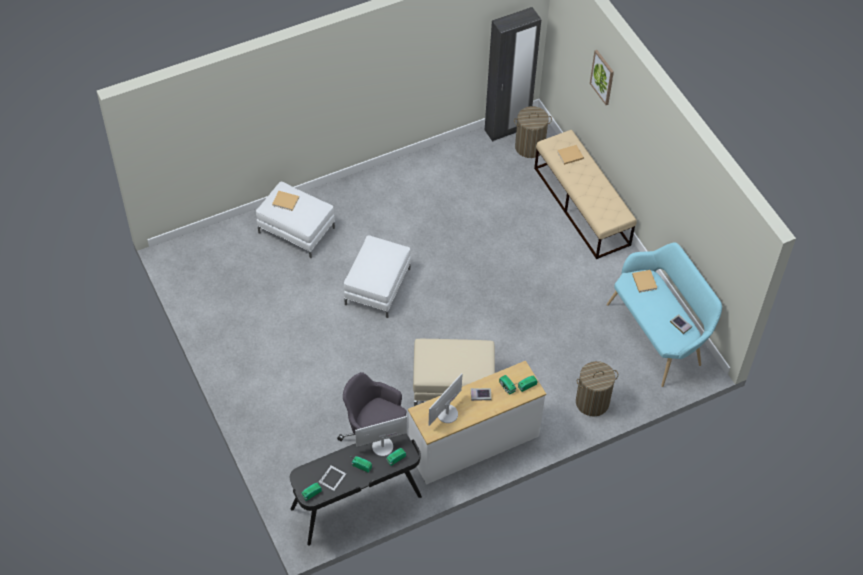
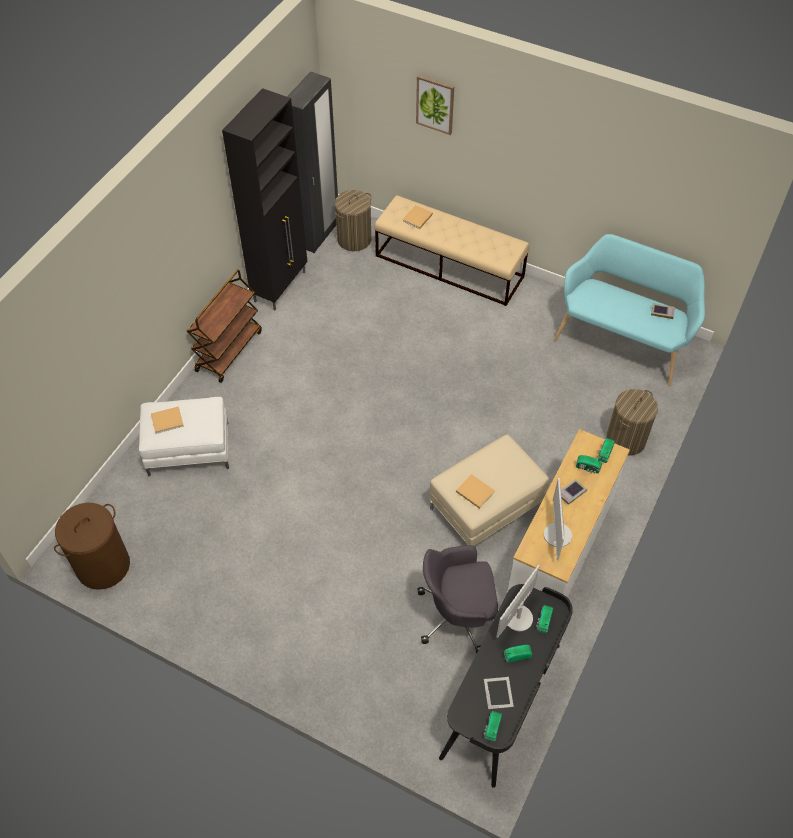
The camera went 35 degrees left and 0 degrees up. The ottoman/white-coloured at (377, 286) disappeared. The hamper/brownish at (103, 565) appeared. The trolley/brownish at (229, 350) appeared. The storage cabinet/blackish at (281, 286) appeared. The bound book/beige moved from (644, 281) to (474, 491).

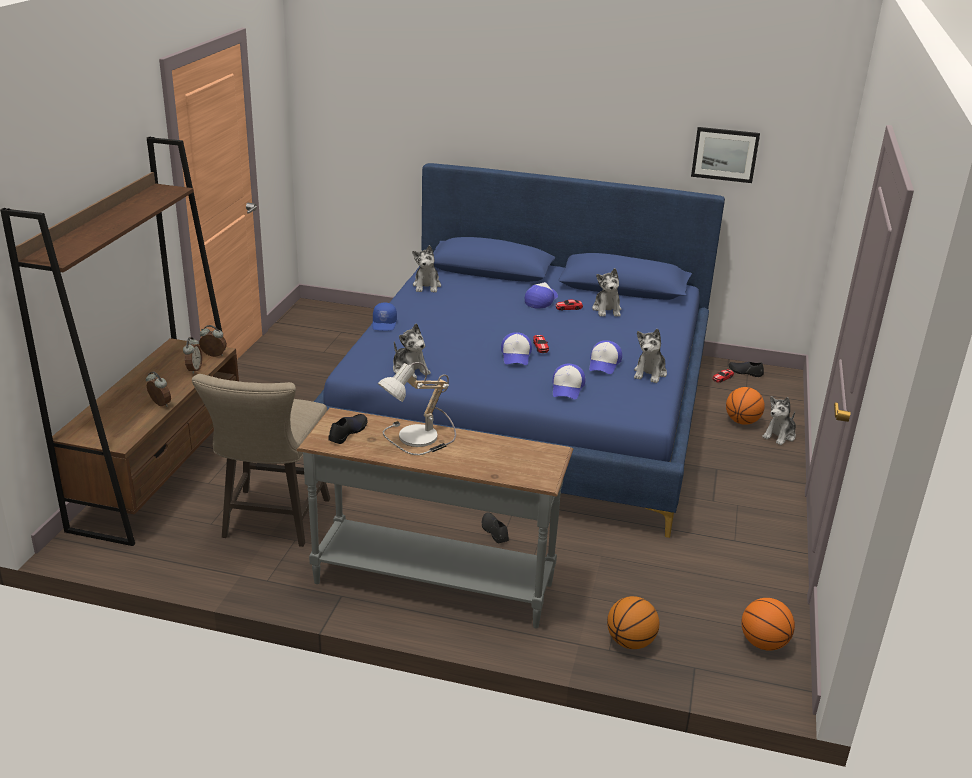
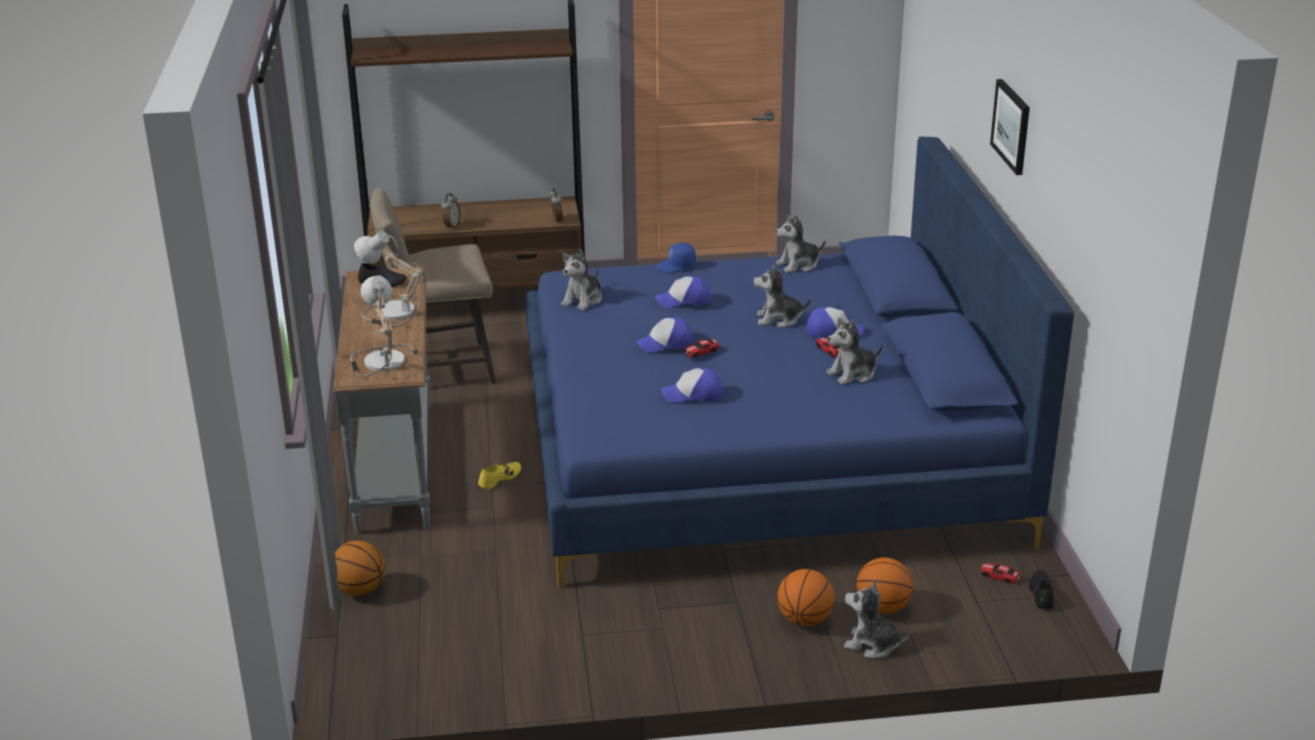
The camera went 70 degrees right and 0 degrees up. The table clock at (194, 369) disappeared. The tabletop lamp at (380, 360) appeared. The cap moved from (567, 388) to (683, 300). The cuddly toy moved from (650, 373) to (779, 319). The wall art moved from (725, 154) to (1012, 126). The ball for basketball moved from (763, 643) to (804, 620). The low shoe/blackish at (494, 531) became the low shoe/yellow at (499, 478).

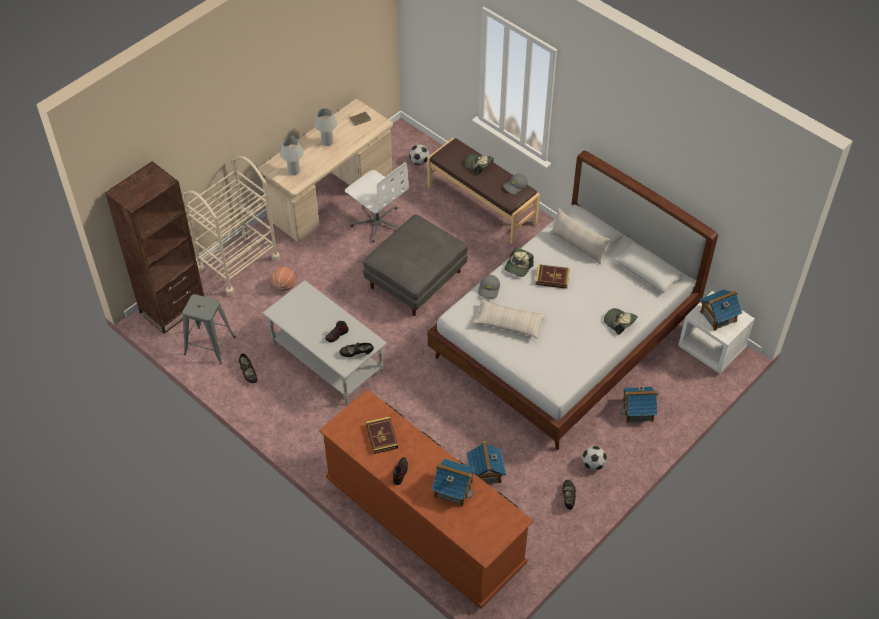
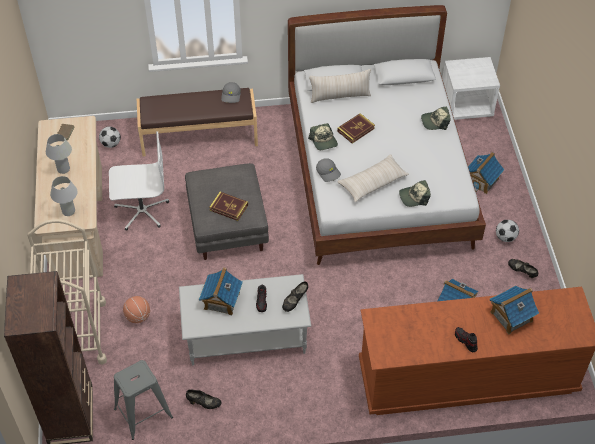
The camera went 50 degrees left and 0 degrees up. The bound book moved from (381, 436) to (228, 207). The cap moved from (478, 165) to (414, 197). The model house moved from (717, 316) to (221, 301).

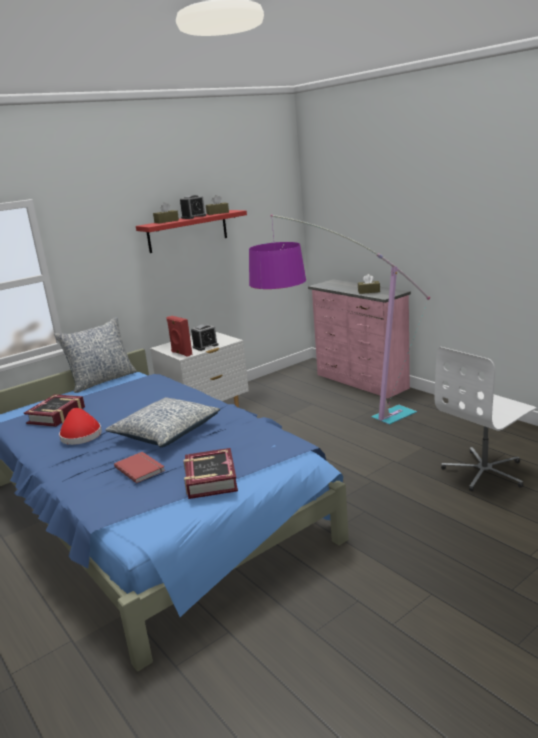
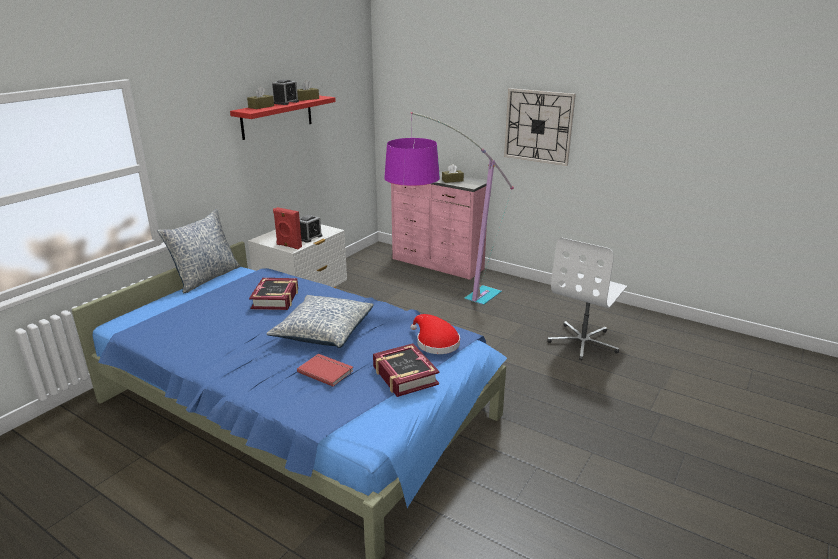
The camera went 20 degrees left and 5 degrees up. The wall clock at (538, 126) appeared. The bound book moved from (57, 415) to (276, 299). The clothing hat/red moved from (80, 435) to (435, 342).

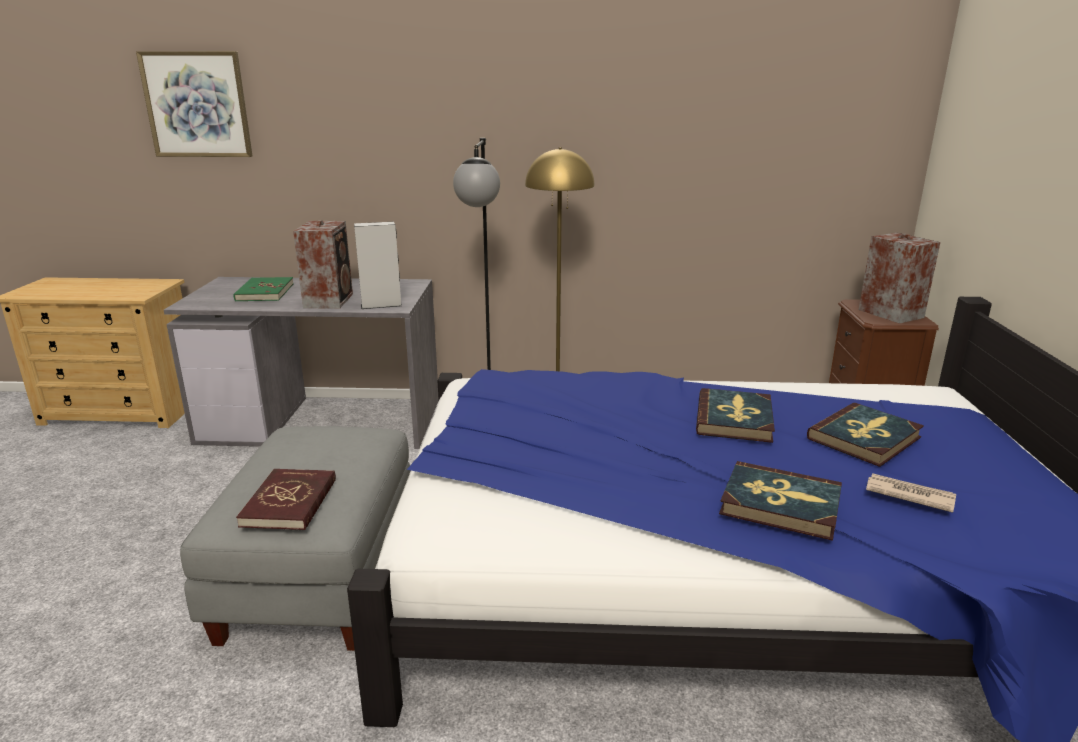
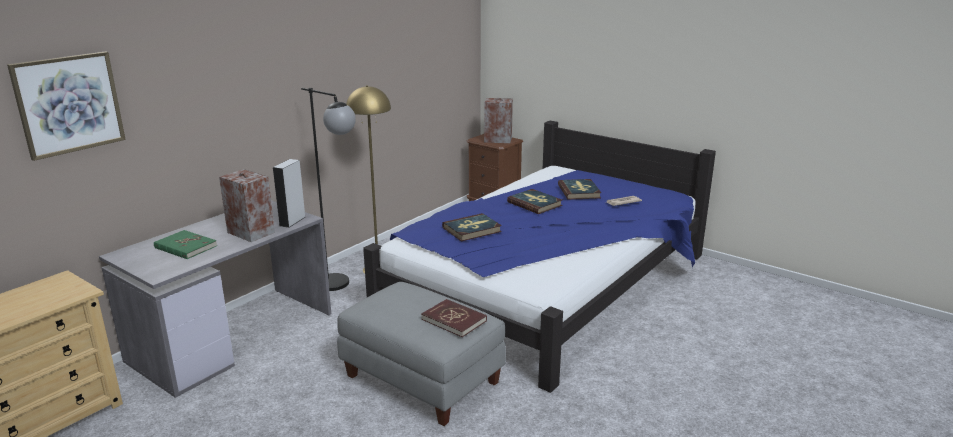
The camera went 55 degrees left and 0 degrees up. The bound book moved from (780, 504) to (472, 230).

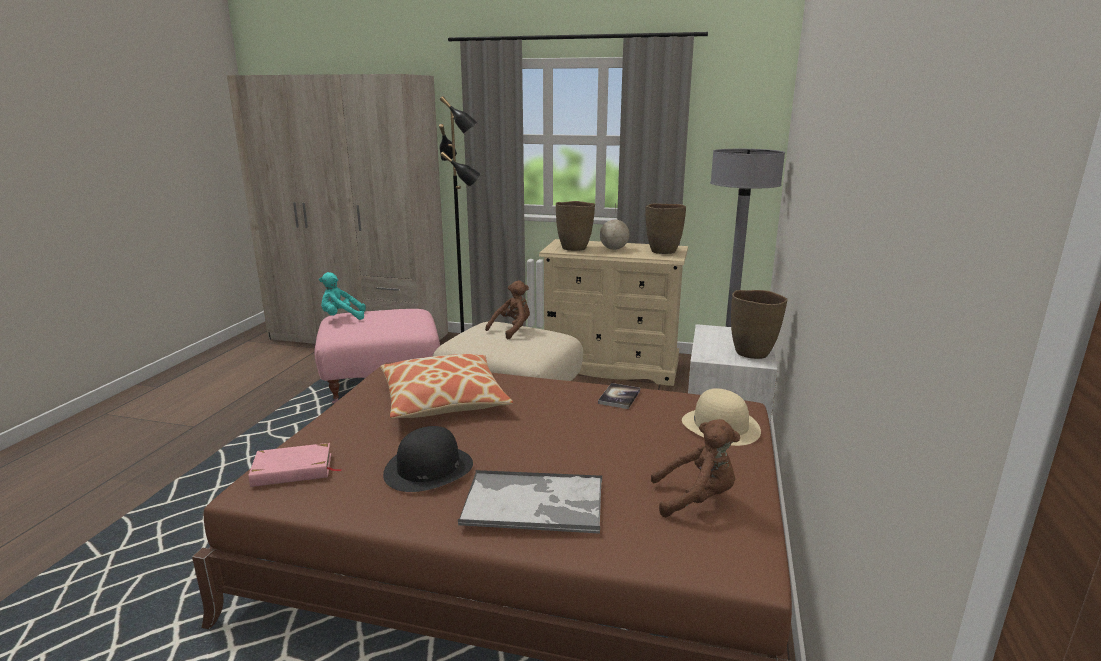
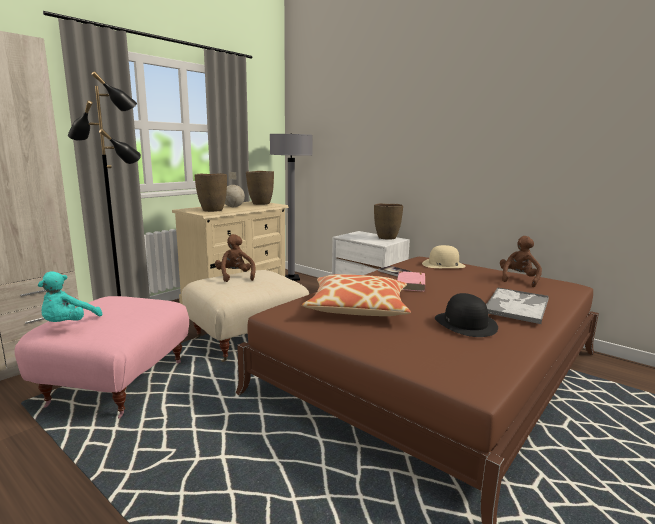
The camera went 65 degrees left and 5 degrees down. The bound book/pink-coloured moved from (293, 470) to (411, 284).

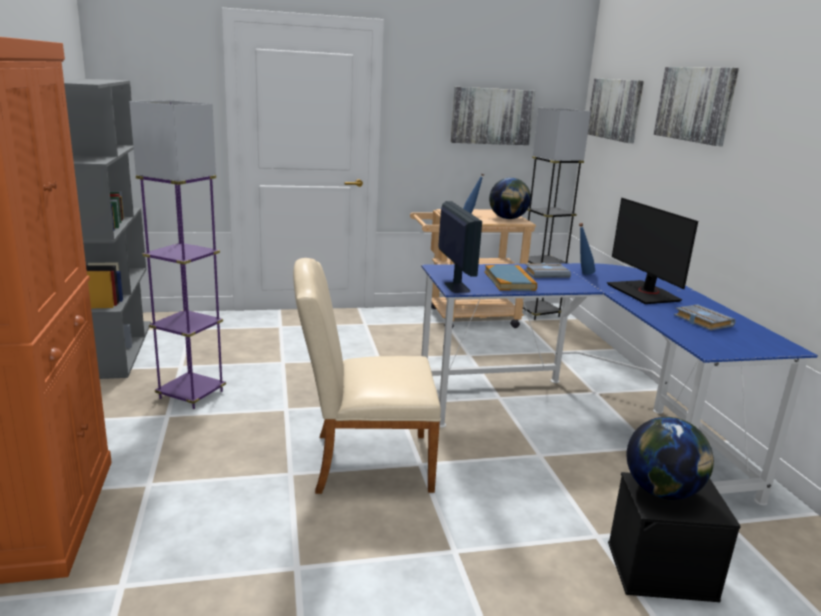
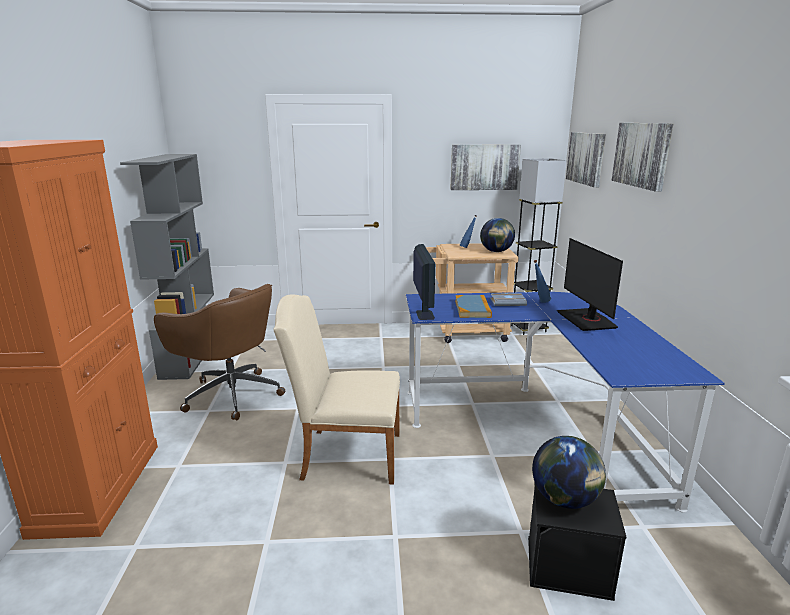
The camera went 10 degrees right and 0 degrees up. The bound book/gray at (701, 321) disappeared. The standing lamp/purple-coloured at (191, 395) was replaced by the desk chair/brownish at (231, 394).

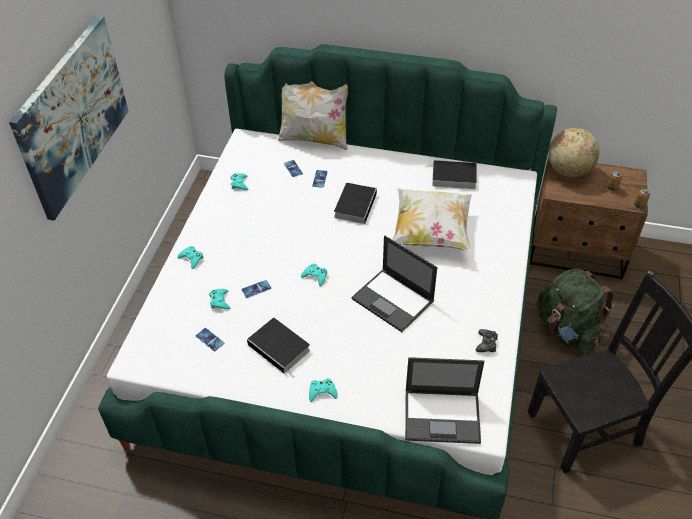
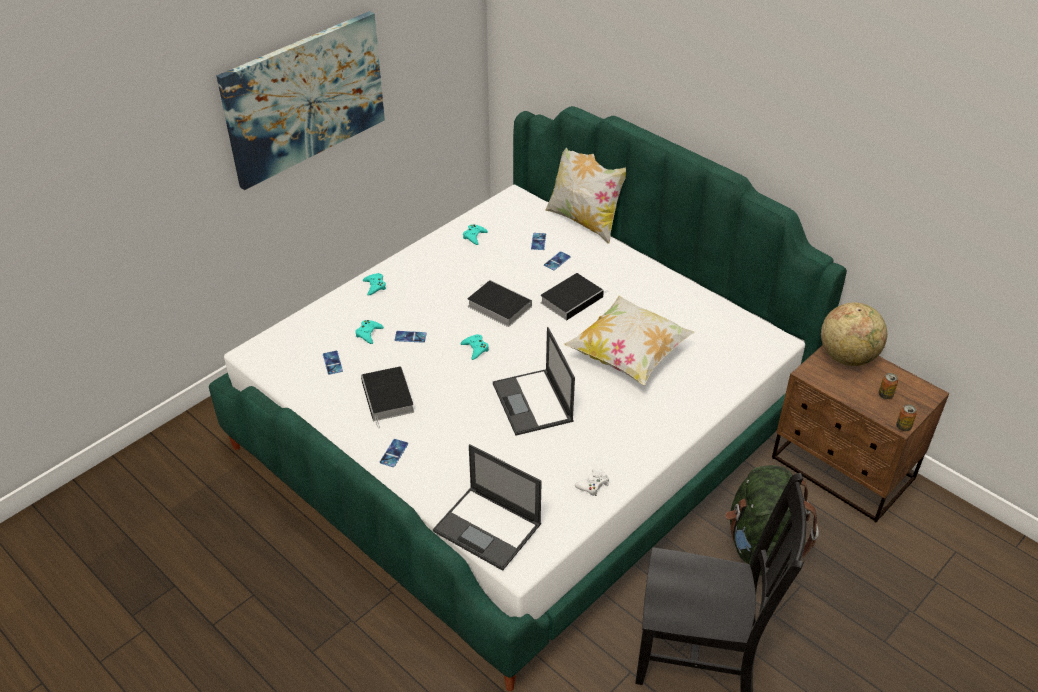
The camera went 30 degrees right and 5 degrees down. The bound book moved from (452, 177) to (497, 306). The gamepad/blue-green at (322, 392) was replaced by the telephone at (394, 453). The gamepad/blackish at (486, 344) became the gamepad/white-coloured at (593, 485).

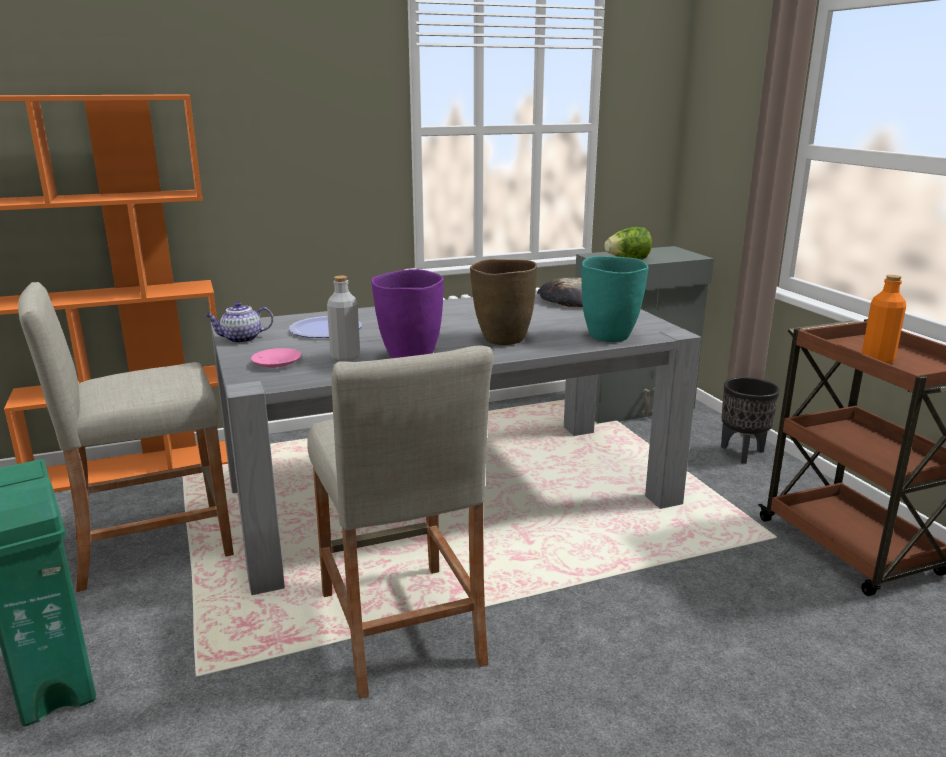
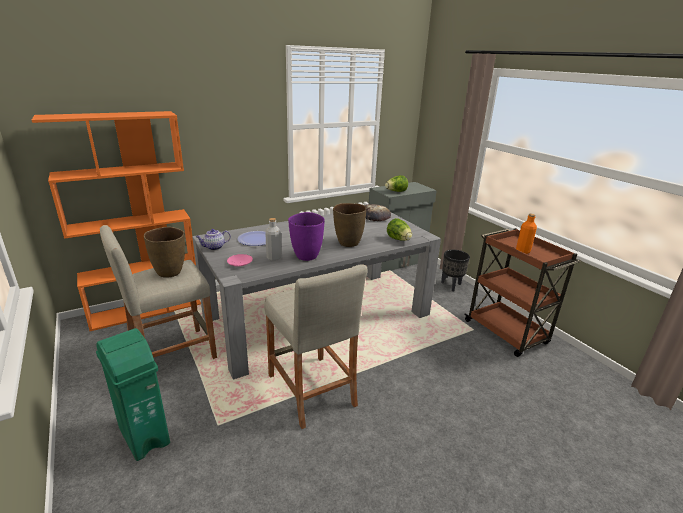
The camera went 10 degrees left and 5 degrees up. The flower vase/brownish at (170, 272) appeared. The flower vase/blue-green at (610, 336) was replaced by the head of lettuce at (399, 240).

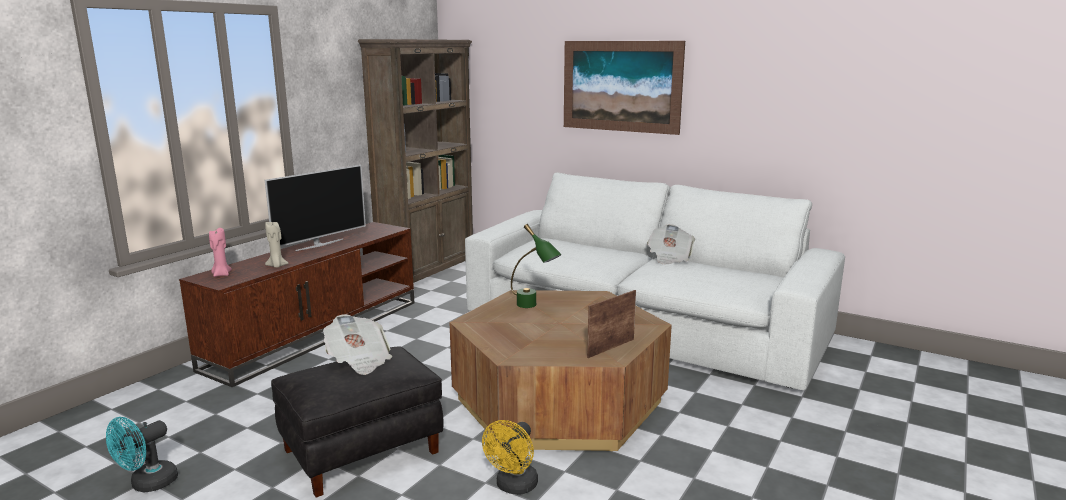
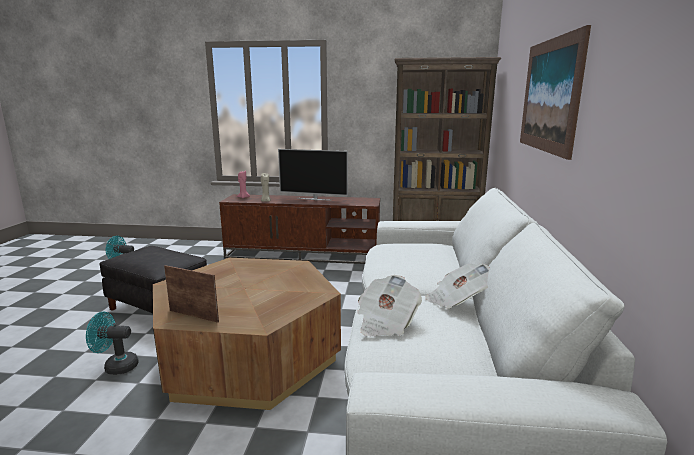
The camera went 65 degrees right and 0 degrees up. The tabletop lamp/greenish at (533, 307) disappeared. The printed paper moved from (359, 360) to (386, 322). The cooling fan/yellow at (514, 487) became the cooling fan/blue-green at (116, 366).

